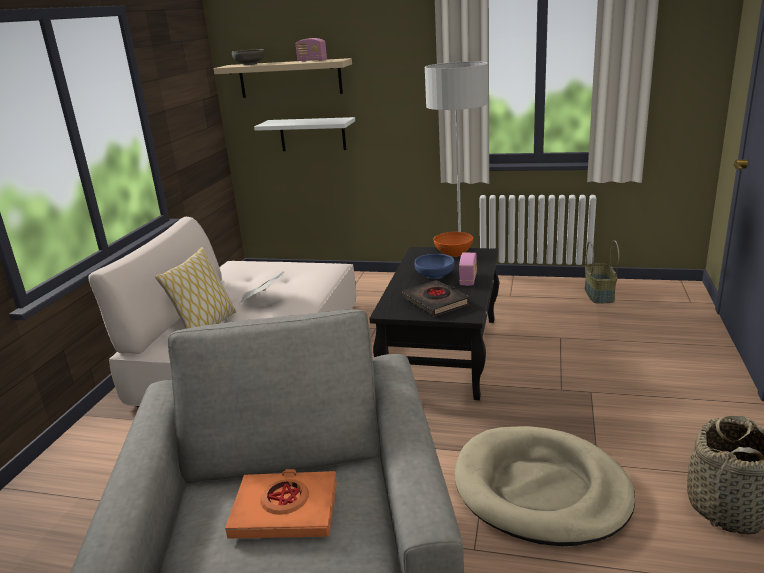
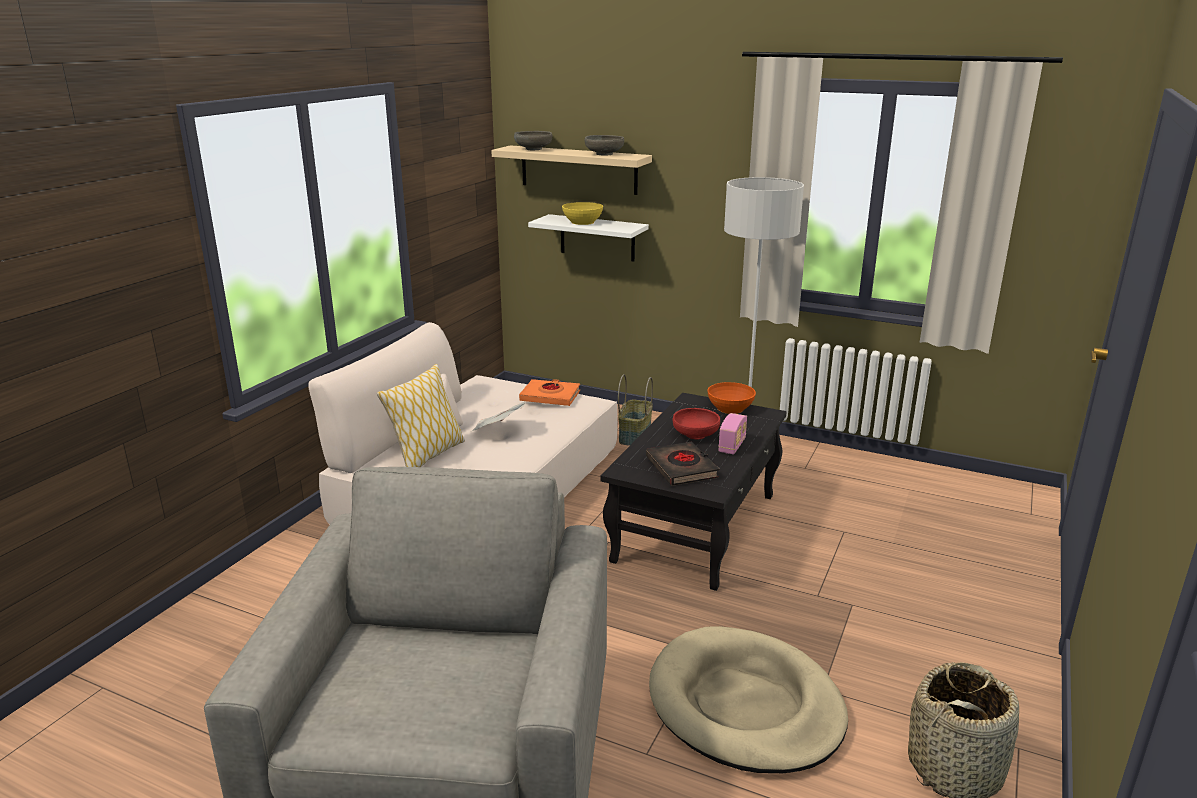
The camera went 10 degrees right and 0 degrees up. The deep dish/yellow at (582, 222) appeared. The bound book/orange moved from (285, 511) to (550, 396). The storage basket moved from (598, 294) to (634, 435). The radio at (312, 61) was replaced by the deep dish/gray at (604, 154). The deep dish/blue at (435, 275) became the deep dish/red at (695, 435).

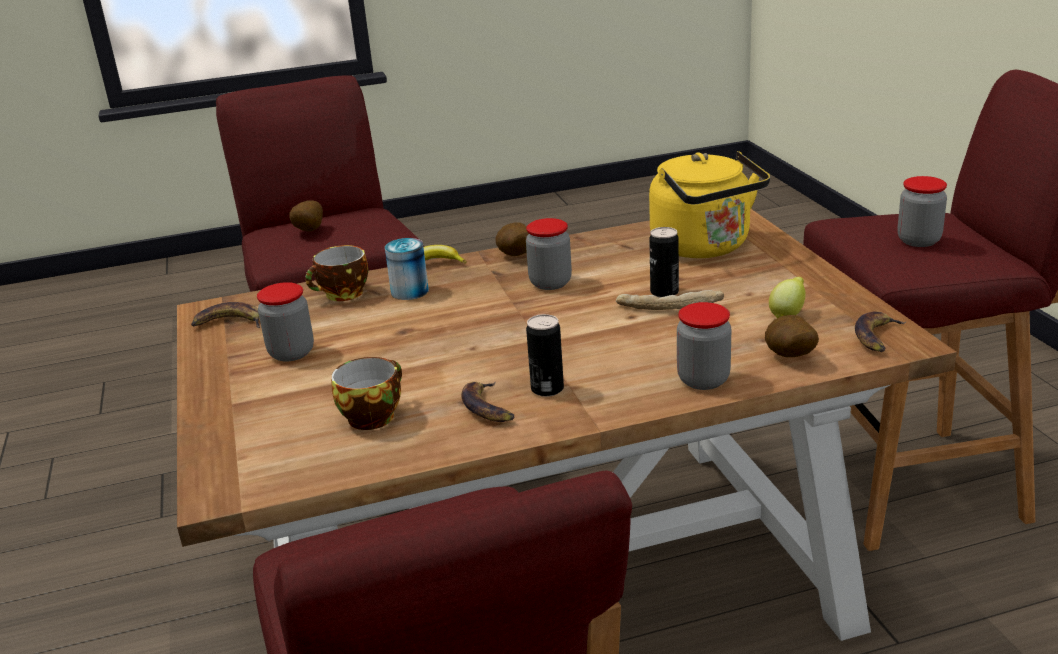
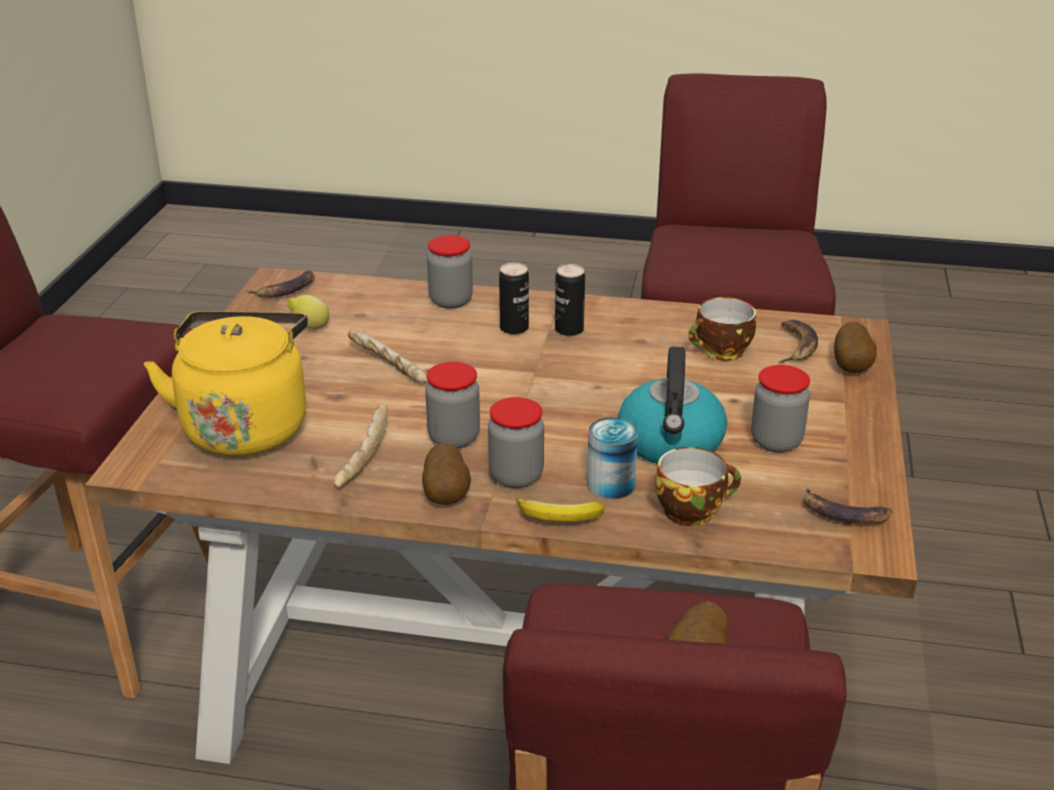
The camera went 155 degrees left and 5 degrees up. The bread at (361, 456) appeared. The kettle at (671, 444) appeared. The banana fruit moved from (488, 407) to (795, 346). The sealed can moved from (664, 292) to (514, 328). The whole potato moved from (789, 357) to (852, 367). The preserve jar moved from (918, 240) to (516, 476).

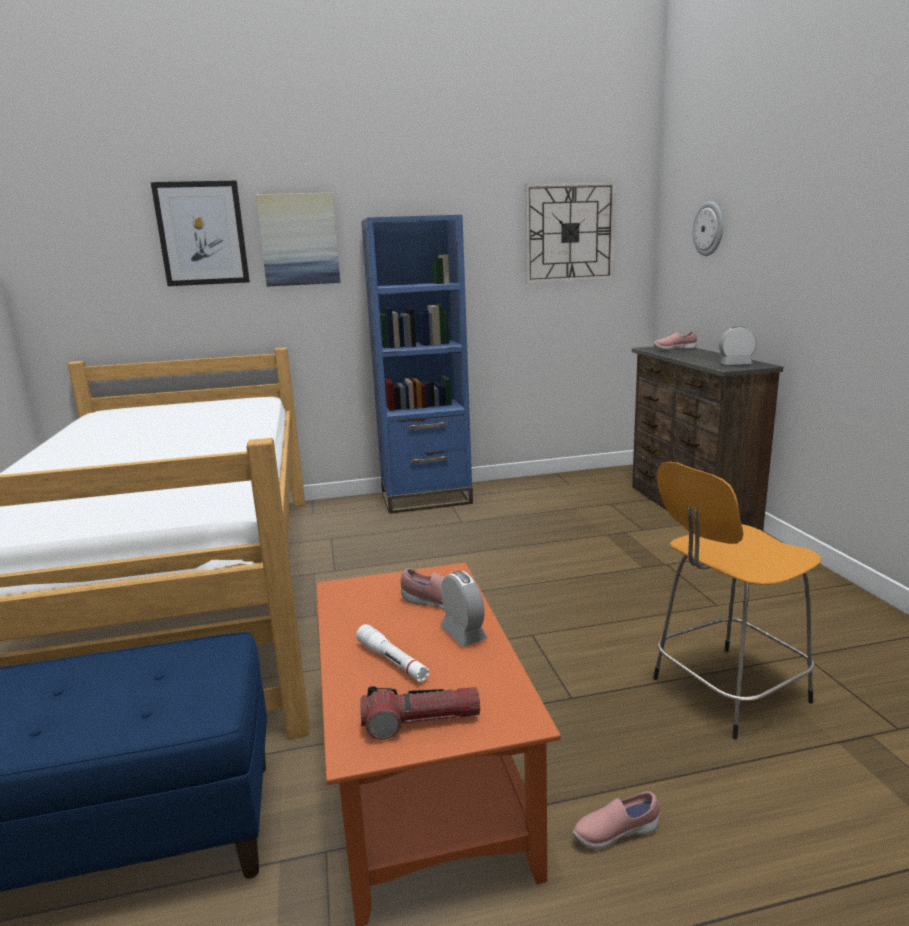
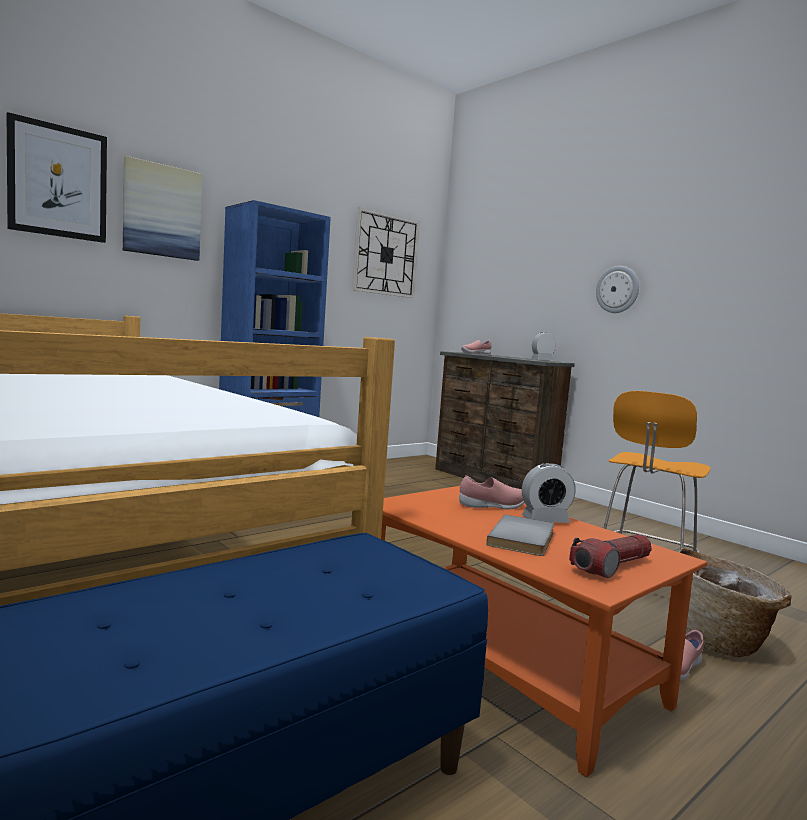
The camera went 30 degrees left and 10 degrees down. The storage basket at (722, 642) appeared. The wall clock moved from (709, 228) to (617, 289). The hand torch/white-coloured at (392, 661) was replaced by the bound book/gray at (524, 539). The table clock at (463, 633) turned 135 degrees clockwise.

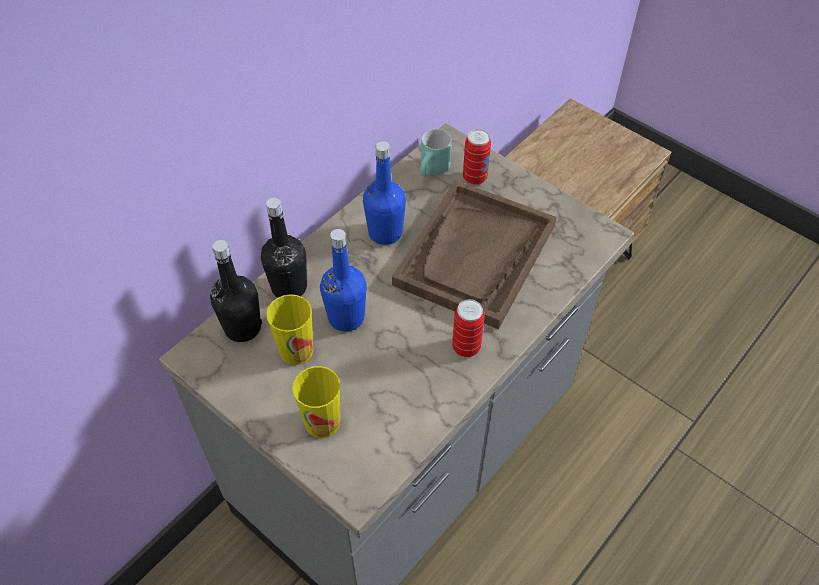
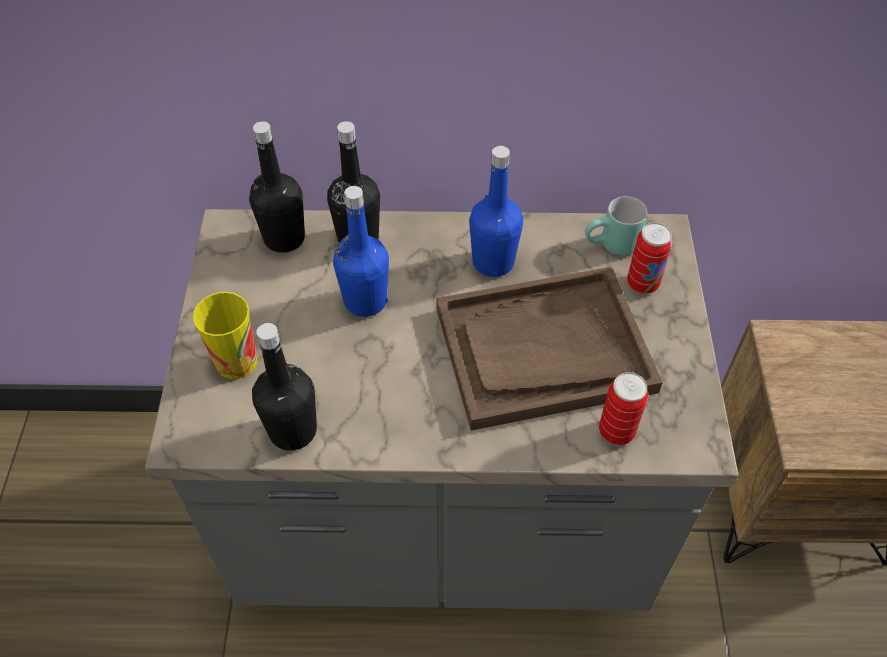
The camera went 50 degrees right and 0 degrees up. The small cup at (296, 350) disappeared. The bottle/blackish at (293, 430) appeared. The sealed can moved from (466, 347) to (616, 431).

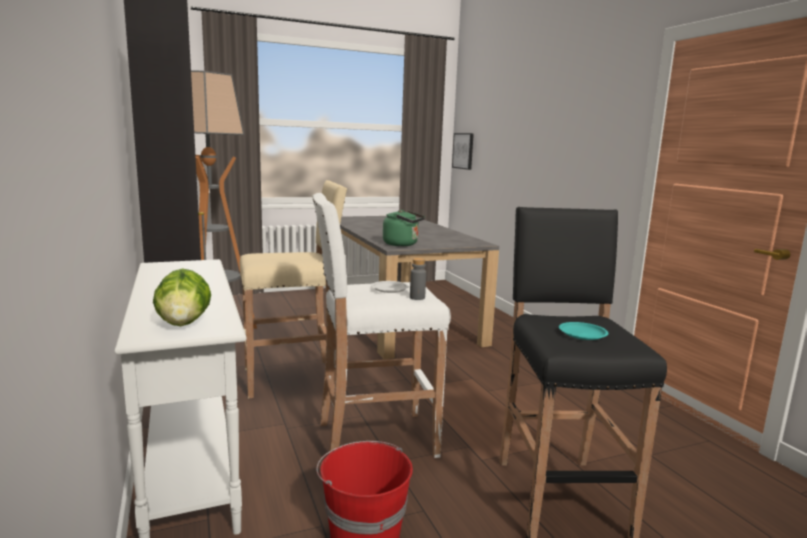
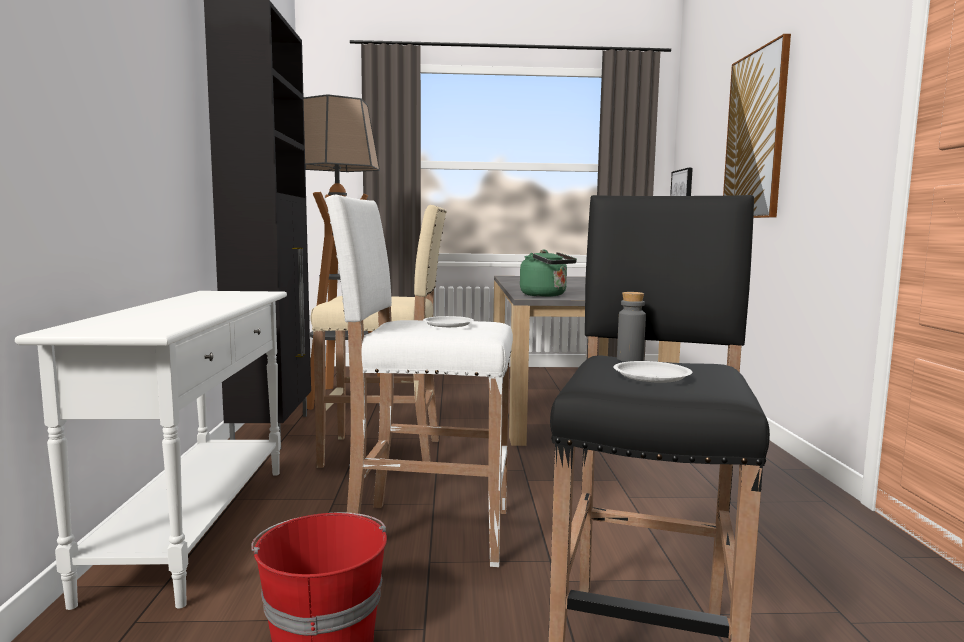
The camera went 20 degrees right and 5 degrees down. The head of lettuce at (184, 323) disappeared. The wall art at (755, 135) appeared. The bottle/gray moved from (417, 298) to (630, 359). The plate/blue-green at (583, 334) became the plate/white-coloured at (652, 376).

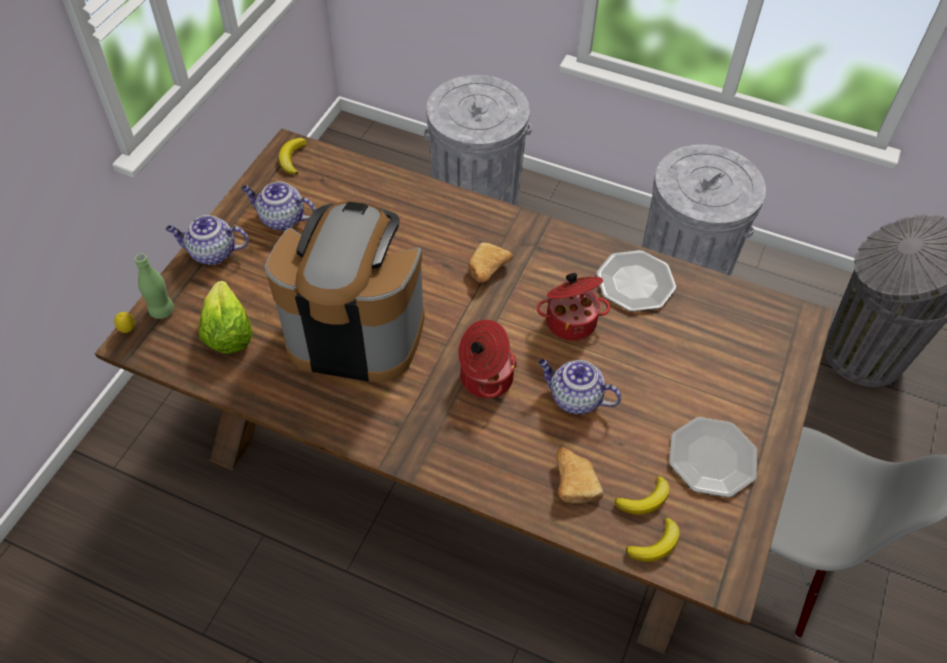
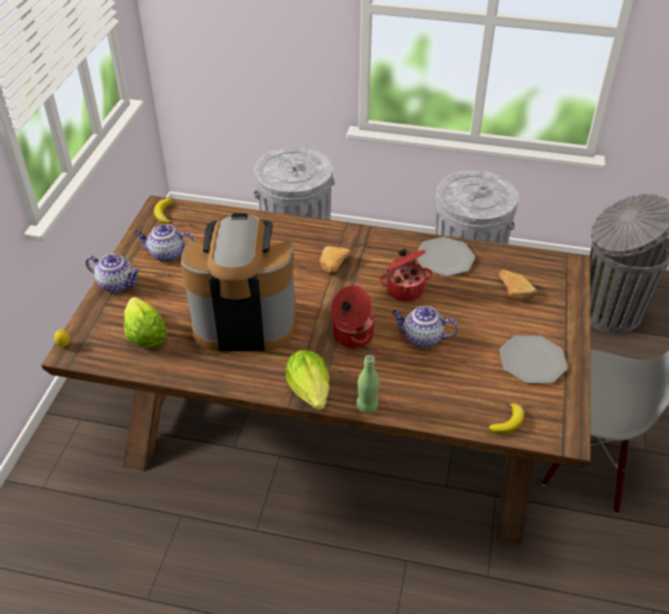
The camera went 10 degrees left and 10 degrees down. The banana fruit at (644, 499) disappeared. The head of lettuce at (310, 391) appeared. The bottle/greenish moved from (162, 311) to (367, 406). The bread moved from (574, 479) to (513, 289). The pot for tea at (212, 253) turned 150 degrees counterclockwise.

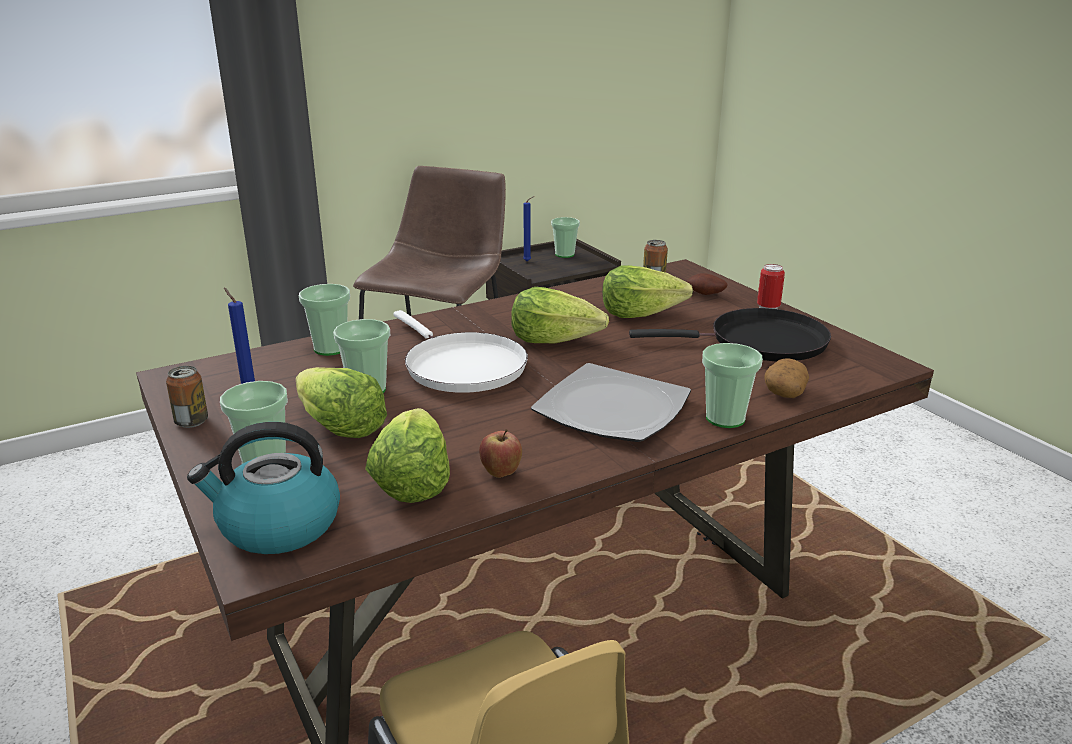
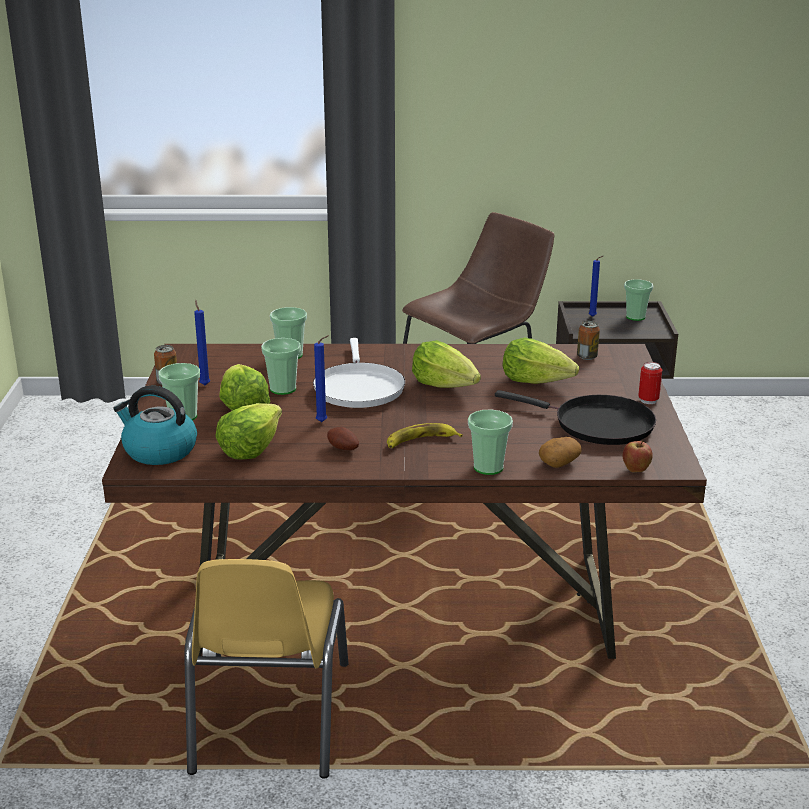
The camera went 30 degrees right and 0 degrees up. The candle/blue at (323, 422) appeared. The apple moved from (501, 473) to (635, 470). The whole potato moved from (705, 295) to (342, 449). The plate at (612, 409) was replaced by the banana fruit at (420, 441).

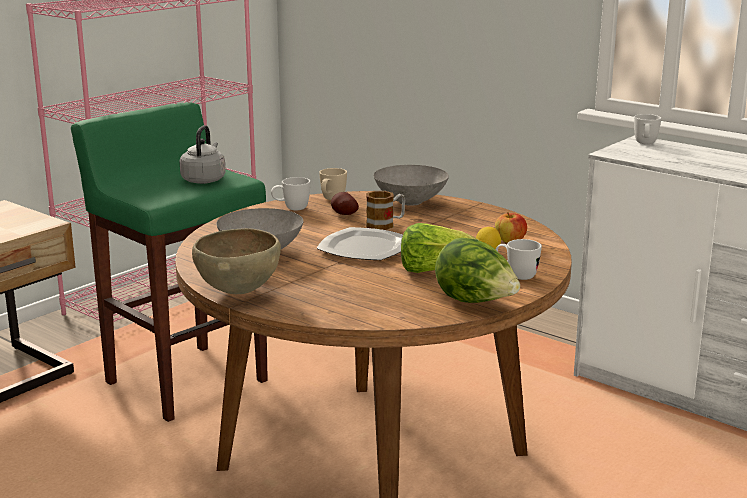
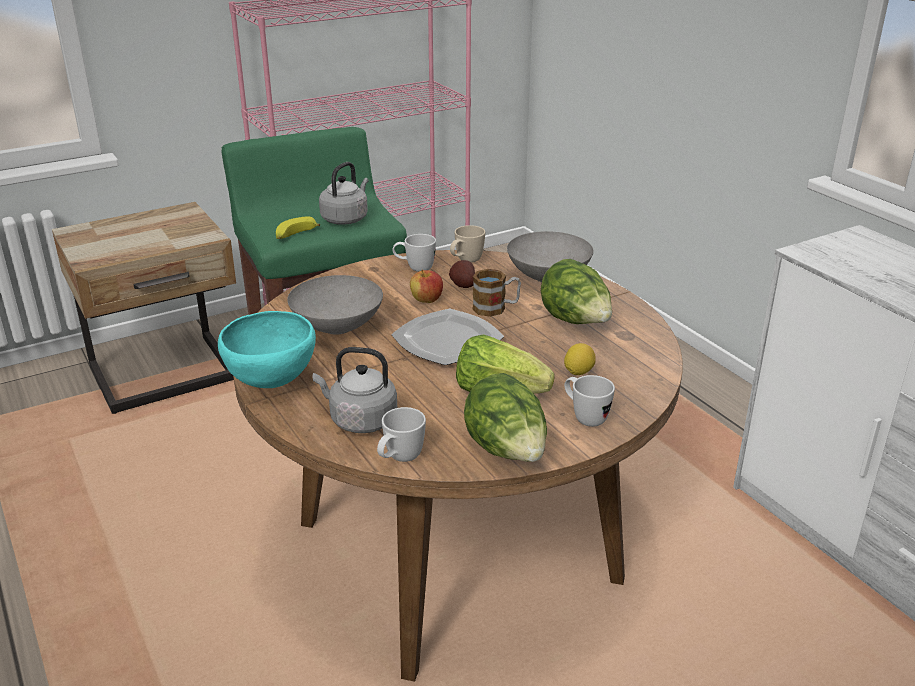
The camera went 20 degrees right and 10 degrees up. The banana fruit at (295, 235) appeared. The kettle/gray at (360, 420) appeared. The head of lettuce at (576, 322) appeared. The apple moved from (510, 242) to (426, 300). The mug/white-coloured moved from (645, 144) to (399, 459). The deep dish/brownish at (239, 291) became the deep dish/blue-green at (272, 382).

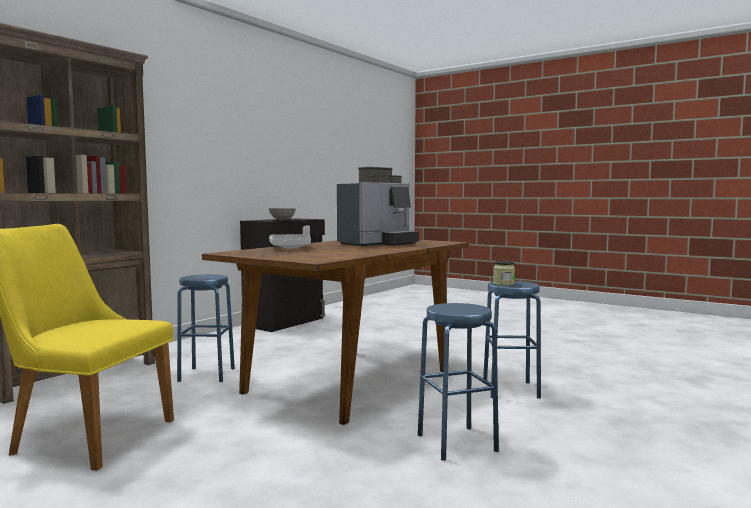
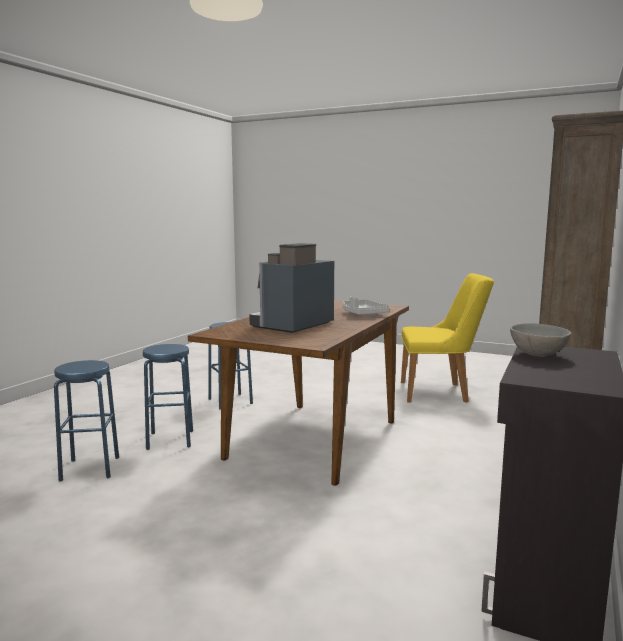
The camera went 170 degrees right and 5 degrees up. The preserve jar at (503, 284) disappeared. The stool/blue moved from (207, 374) to (90, 468).

